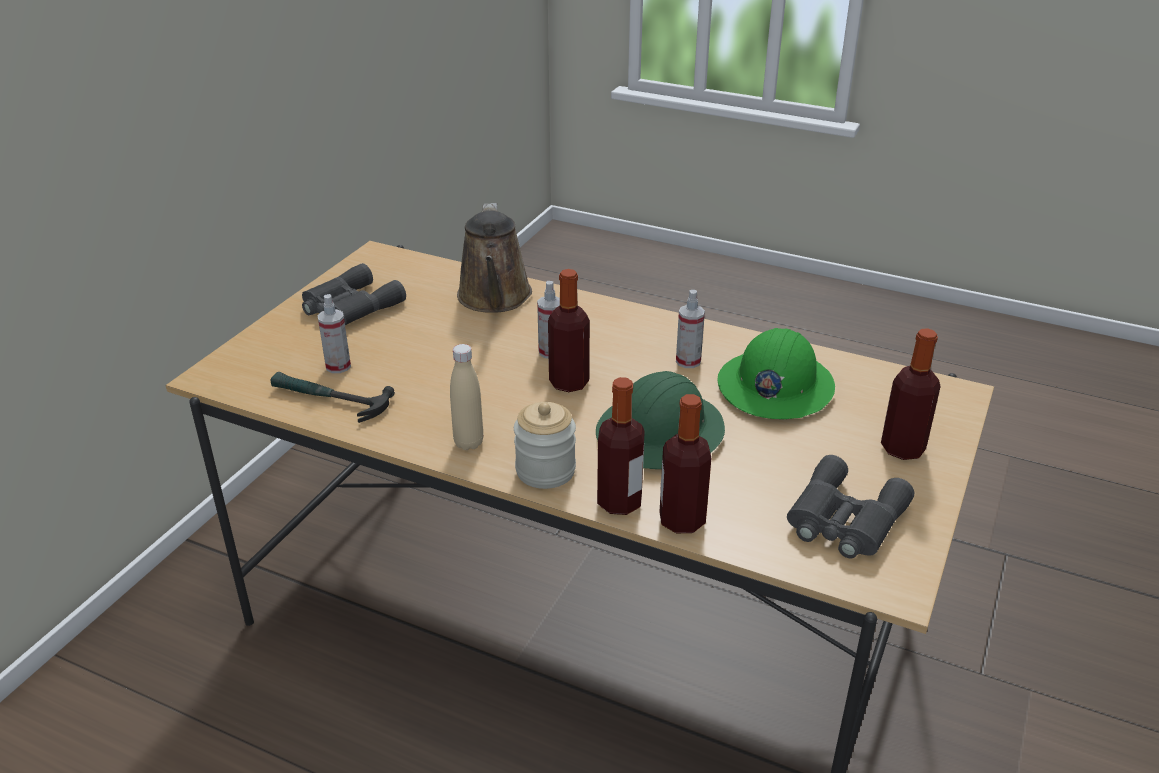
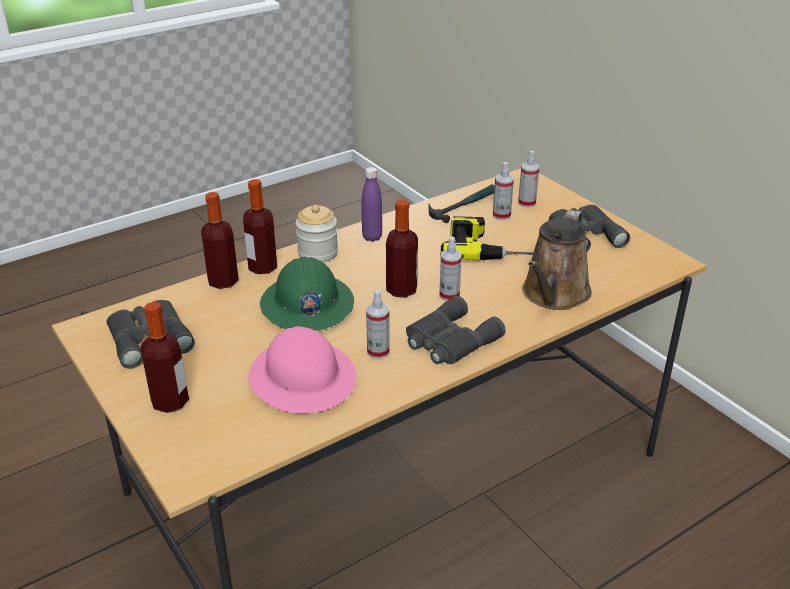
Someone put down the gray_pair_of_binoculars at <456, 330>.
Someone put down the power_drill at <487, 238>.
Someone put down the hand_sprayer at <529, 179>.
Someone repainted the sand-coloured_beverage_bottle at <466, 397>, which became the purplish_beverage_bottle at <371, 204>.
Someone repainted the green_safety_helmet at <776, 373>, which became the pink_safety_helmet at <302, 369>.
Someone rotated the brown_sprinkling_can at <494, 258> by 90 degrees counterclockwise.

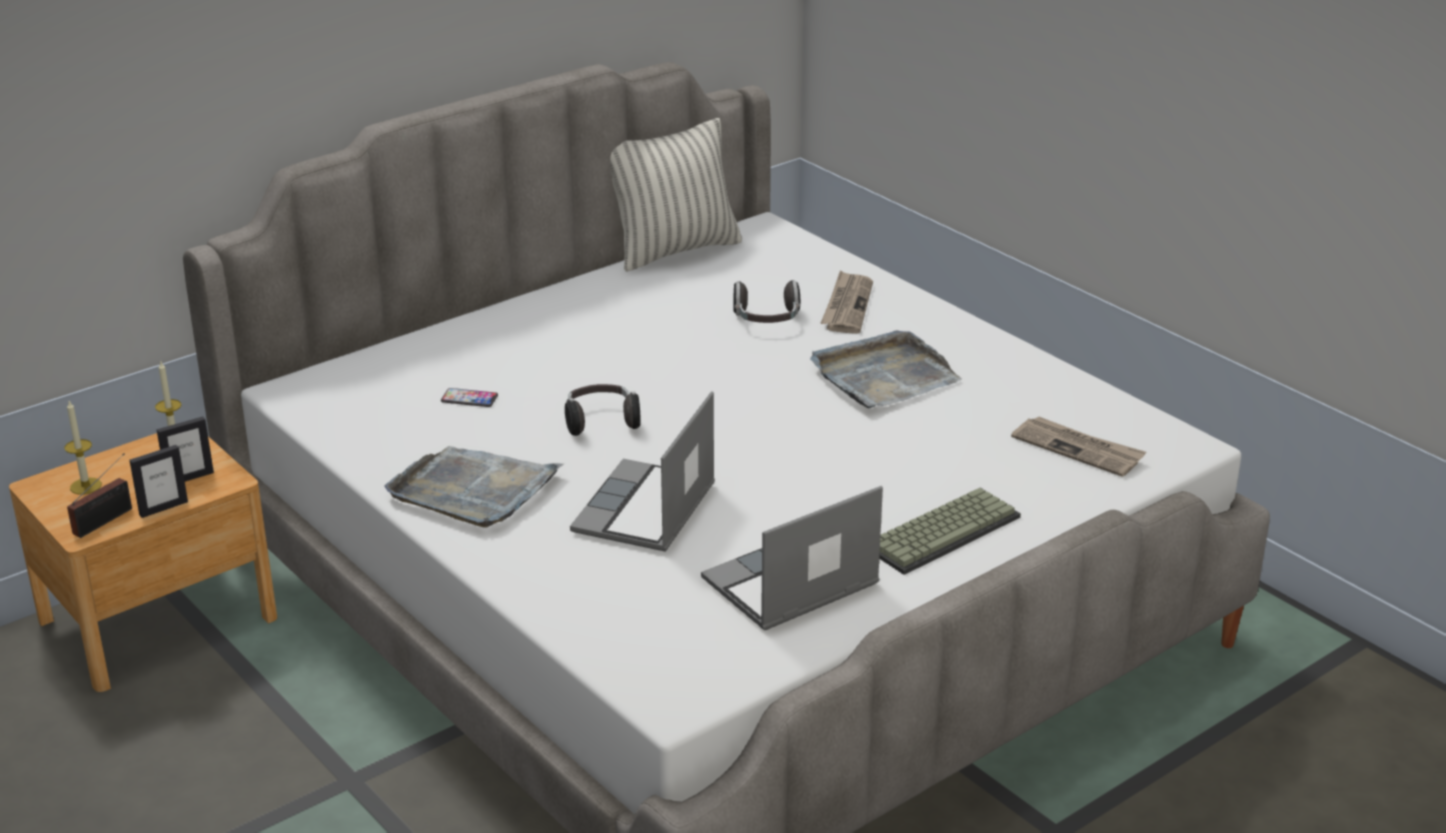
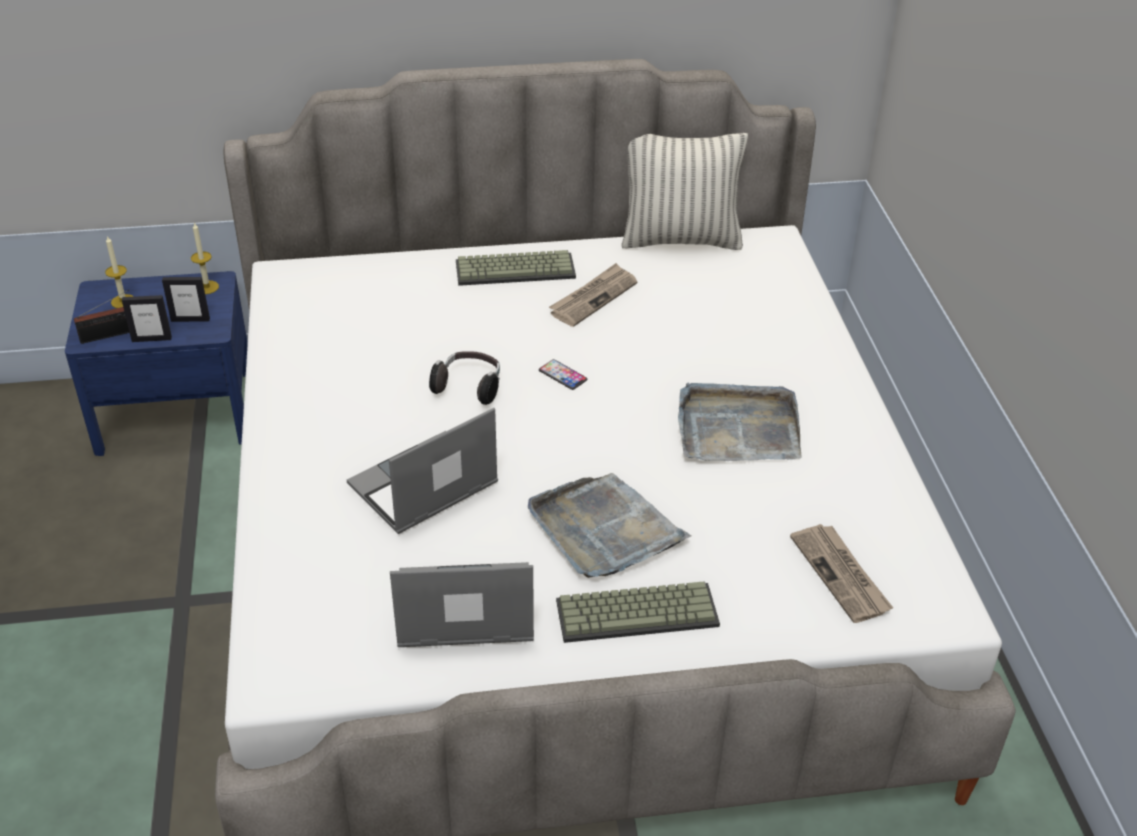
Someone took away the headset at <766, 301>.
Someone put down the computer_keyboard at <516, 268>.
Someone carried the gray_tray from <474, 487> to <609, 525>.
Someone carried the phone from <469, 397> to <563, 374>.
Someone carried the printed_paper from <847, 302> to <593, 295>.
Someone repainted the brown_night_table at <143, 562>, which became the blue_night_table at <156, 363>.

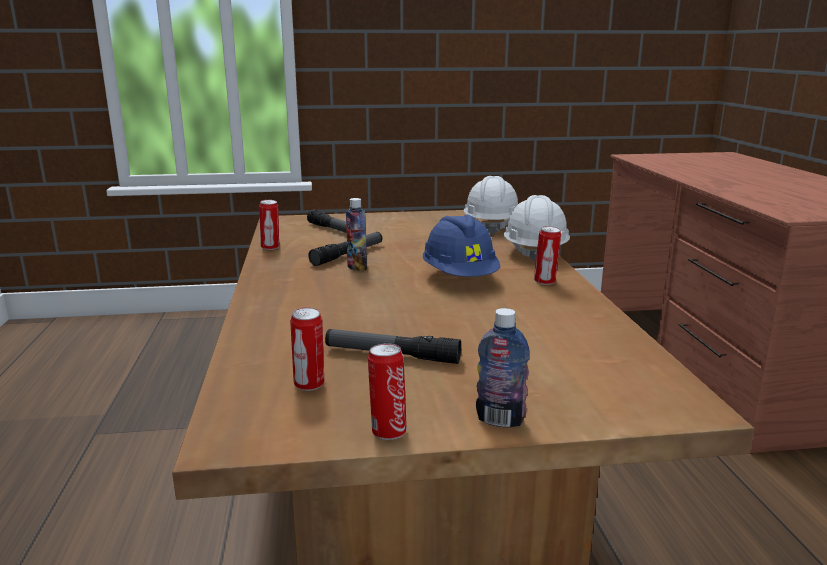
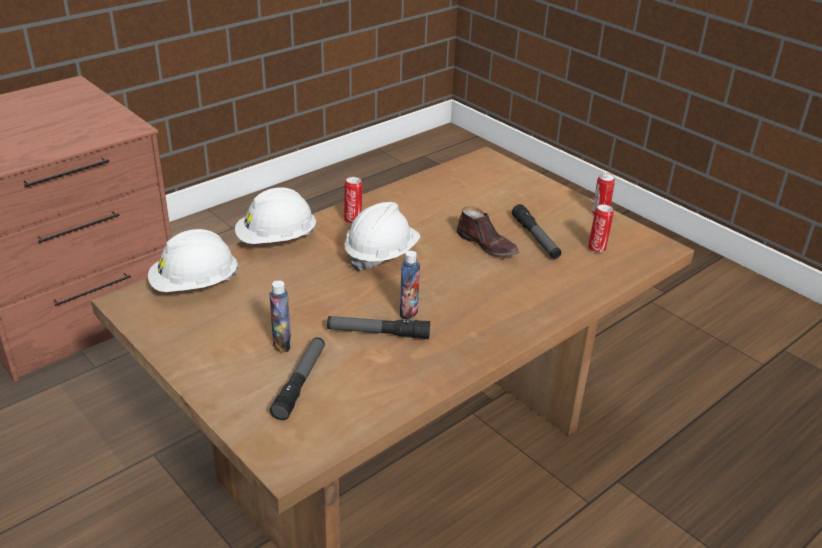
Someone took away the metal_can at <269, 225>.
Someone put down the brown_low_shoe at <487, 231>.
Someone carried the beverage_bottle from <503, 367> to <280, 316>.
Someone repainted the blue_safety_helmet at <461, 245>, which became the white_safety_helmet at <383, 236>.

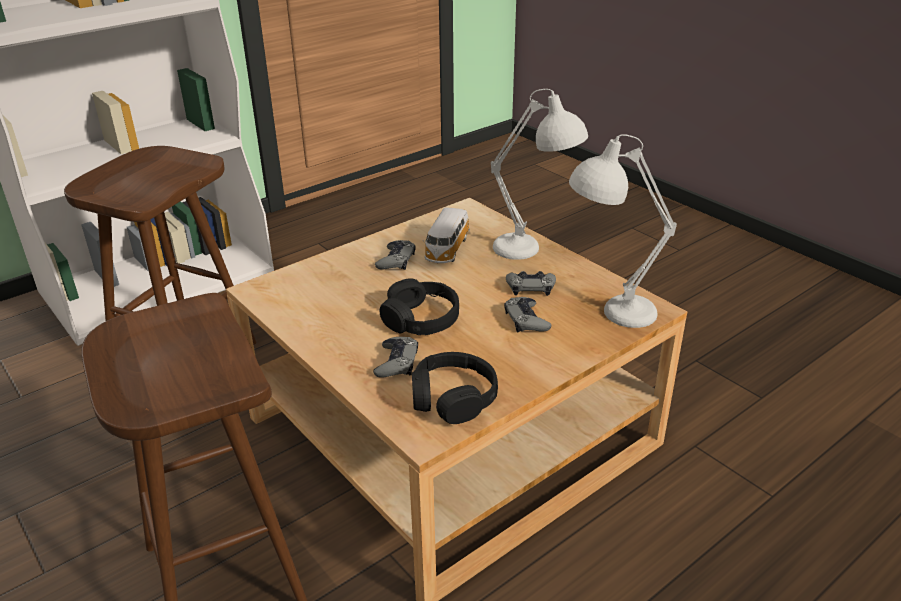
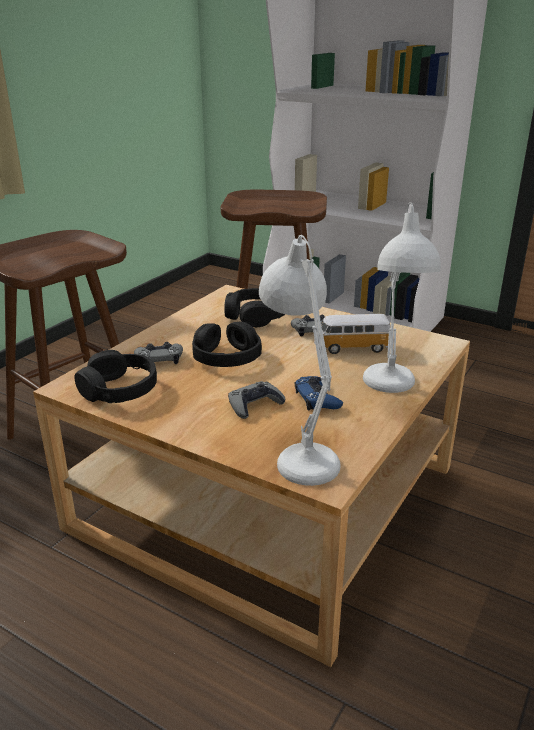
Someone put down the black-coloured_headset at <254, 307>.
Someone repainted the gray_gamepad at <531, 283>, which became the blue_gamepad at <319, 393>.

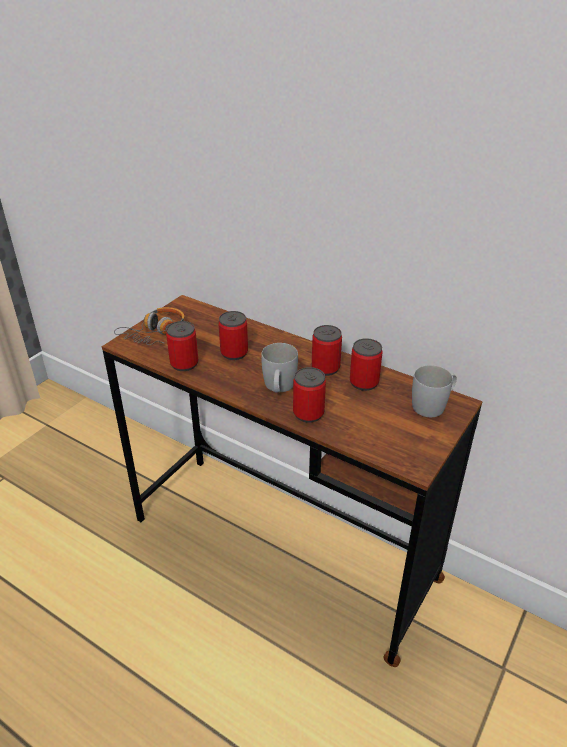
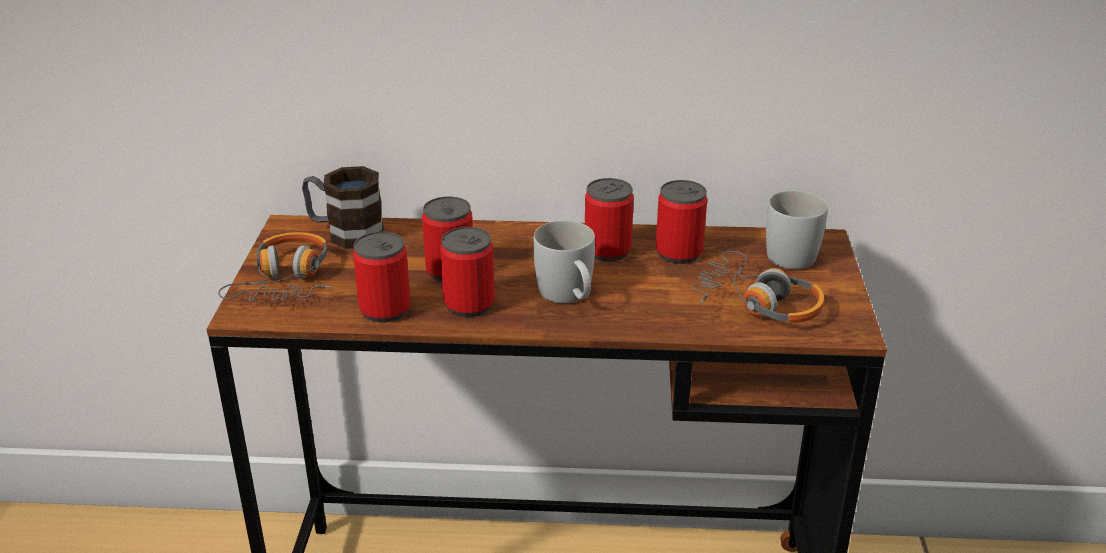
Someone put down the tea_mug at <343, 207>.
Someone put down the headset at <758, 287>.
Someone carried the metal_can from <309, 395> to <467, 272>.

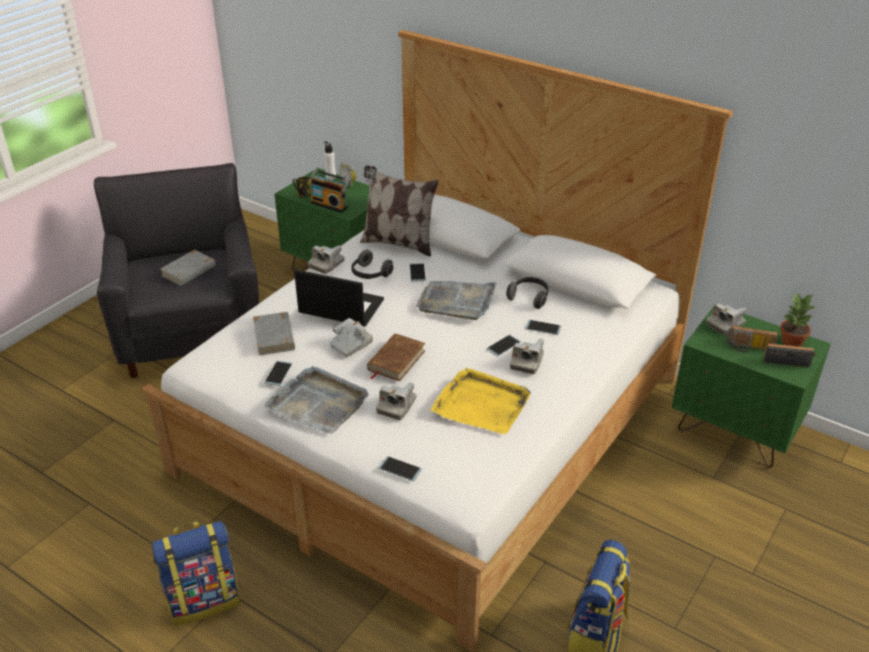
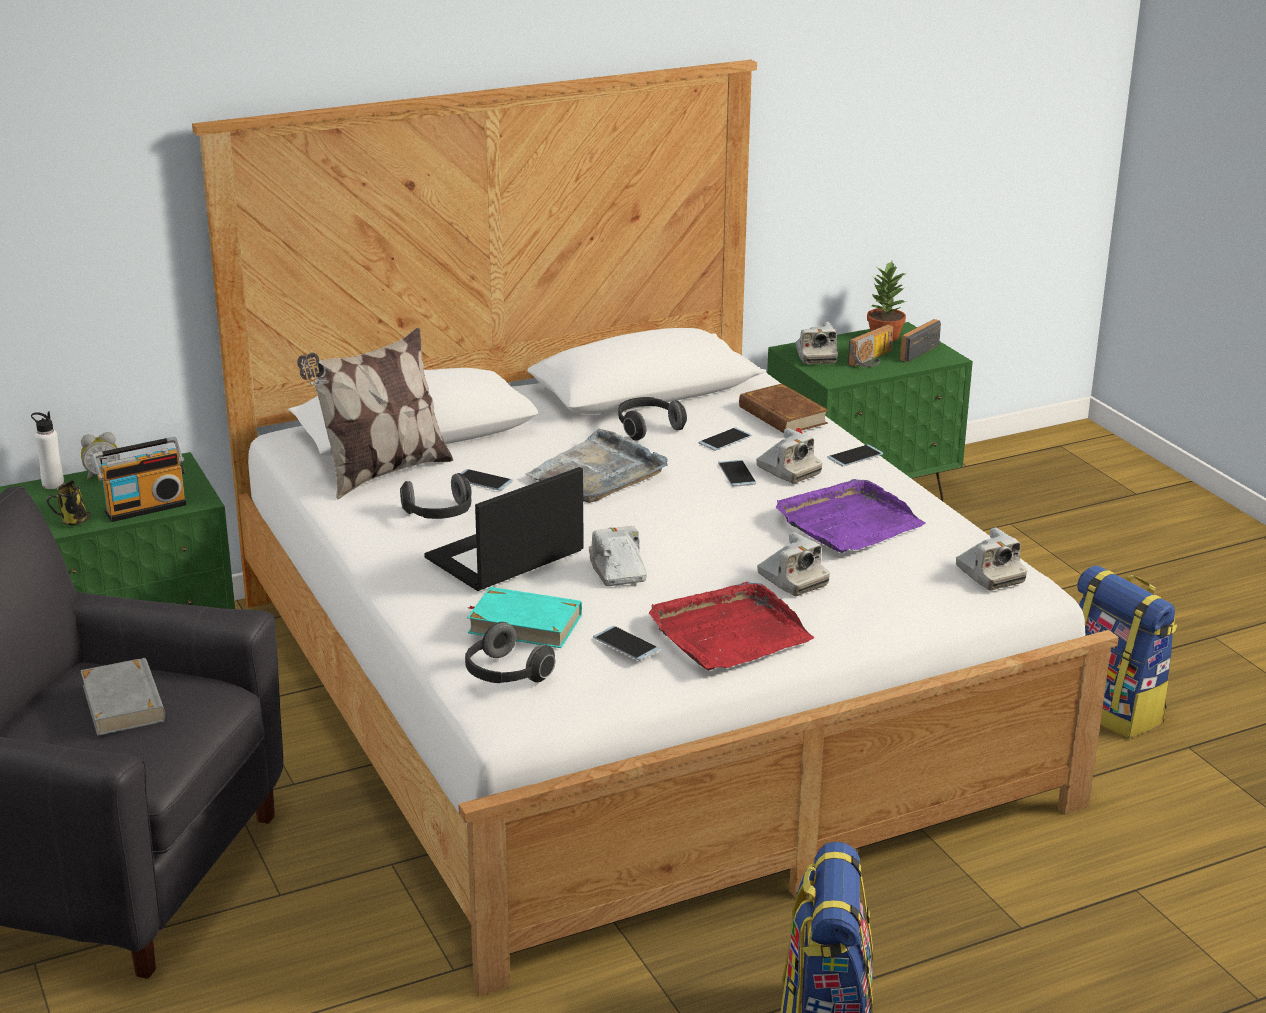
Someone put down the headset at <510, 652>.
Someone carried the still_camera from <326, 259> to <991, 559>.
Someone carried the brown_bound_book from <396, 357> to <784, 409>.
Someone carried the phone from <400, 468> to <855, 456>.
Someone repainted the gray_bound_book at <274, 334>, which became the blue-green_bound_book at <524, 617>.
Someone repainted the gray_tray at <316, 400>, which became the red_tray at <731, 626>.
Someone repainted the yellowish_tray at <481, 401>, which became the purplish_tray at <851, 516>.

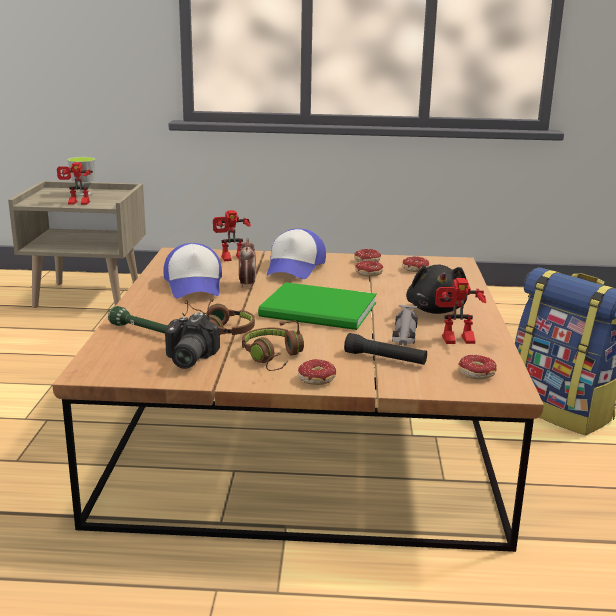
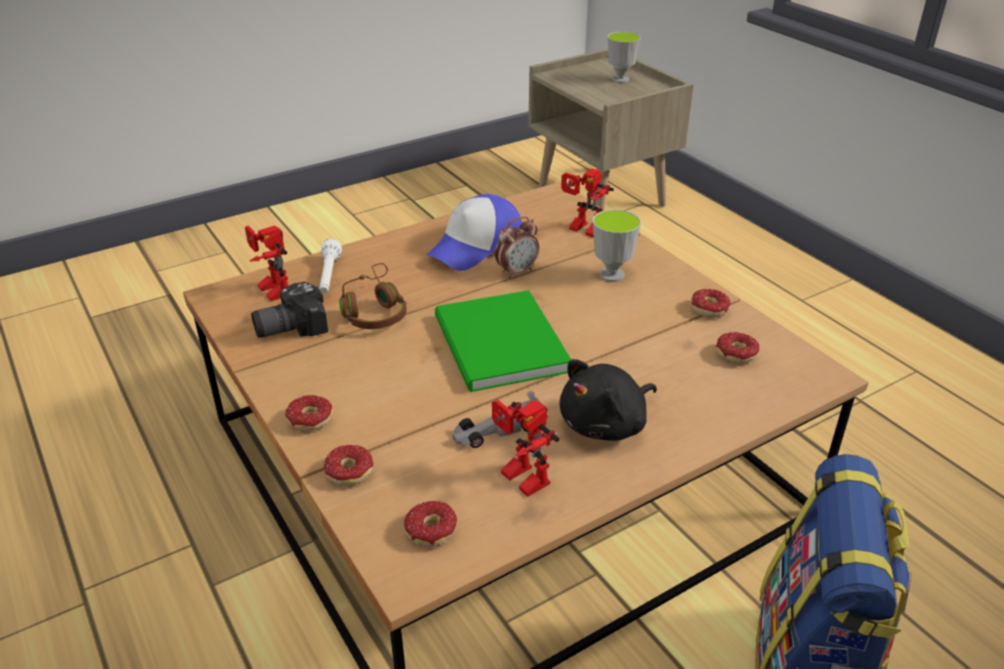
Someone took away the brown_headset at <273, 346>.
Someone took away the black-coloured_hand_torch at <385, 349>.
Someone carried the model_robot from <75, 183> to <266, 263>.
Someone carried the donut from <369, 269> to <348, 465>.
Someone swapped the baseball_cap at <296, 253> for the drinking_cup at <617, 245>.
Someone repainted the green_hand_torch at <137, 320>, which became the white_hand_torch at <330, 266>.

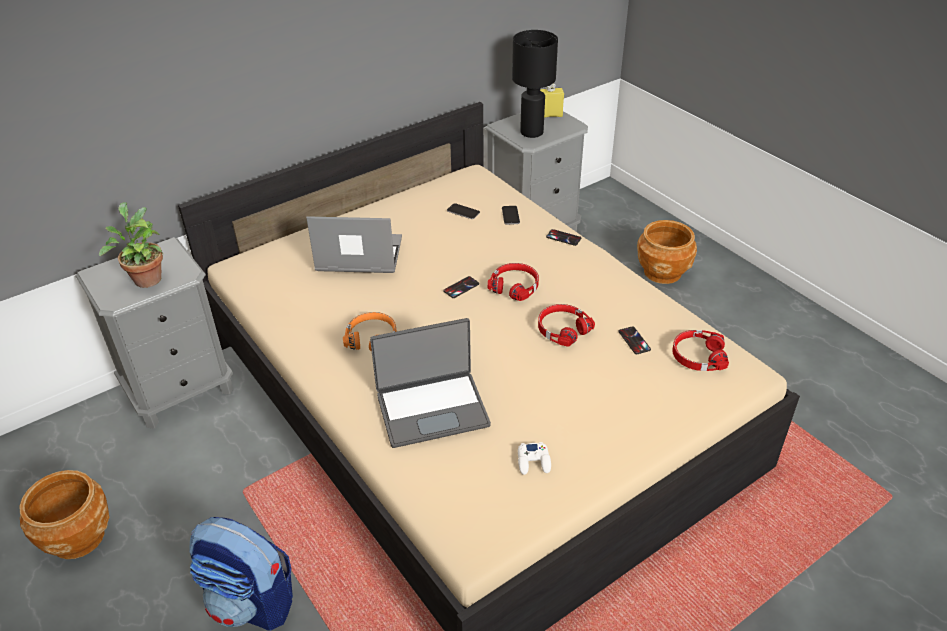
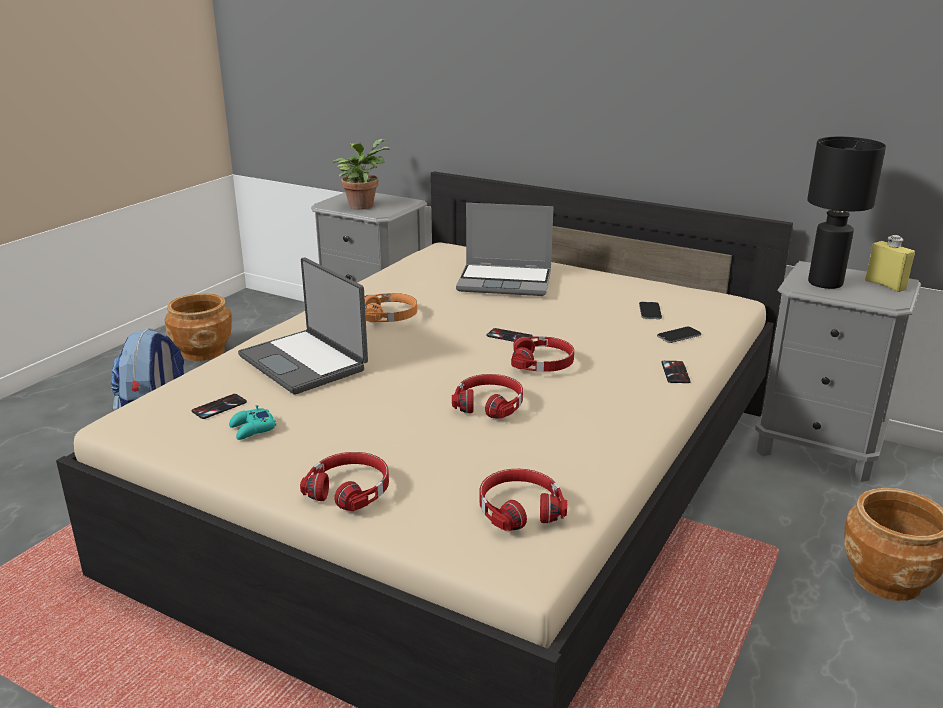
Someone put down the red_headset at <344, 482>.
Someone carried the phone from <634, 340> to <219, 406>.
Someone repainted the white_gamepad at <534, 458>, which became the blue-green_gamepad at <252, 422>.
Someone rotated the portable_computer at <354, 244> by 120 degrees clockwise.

